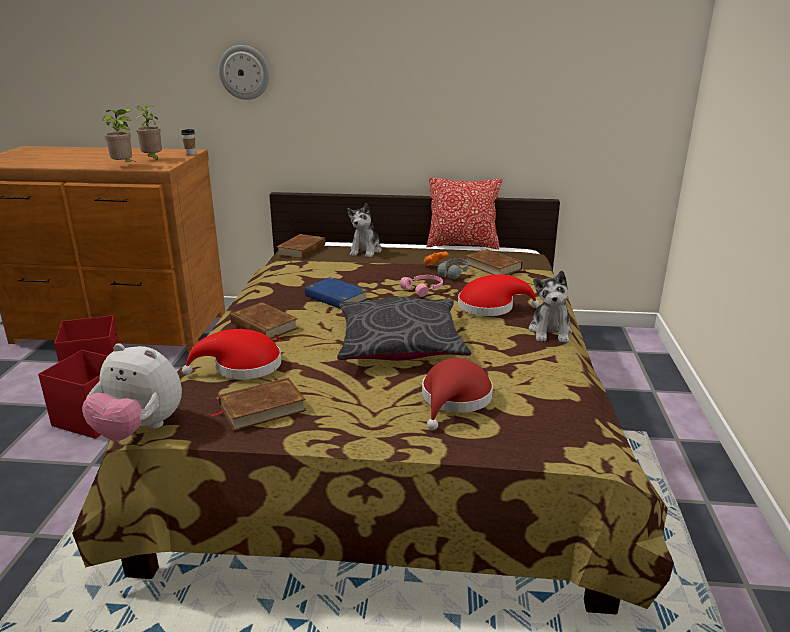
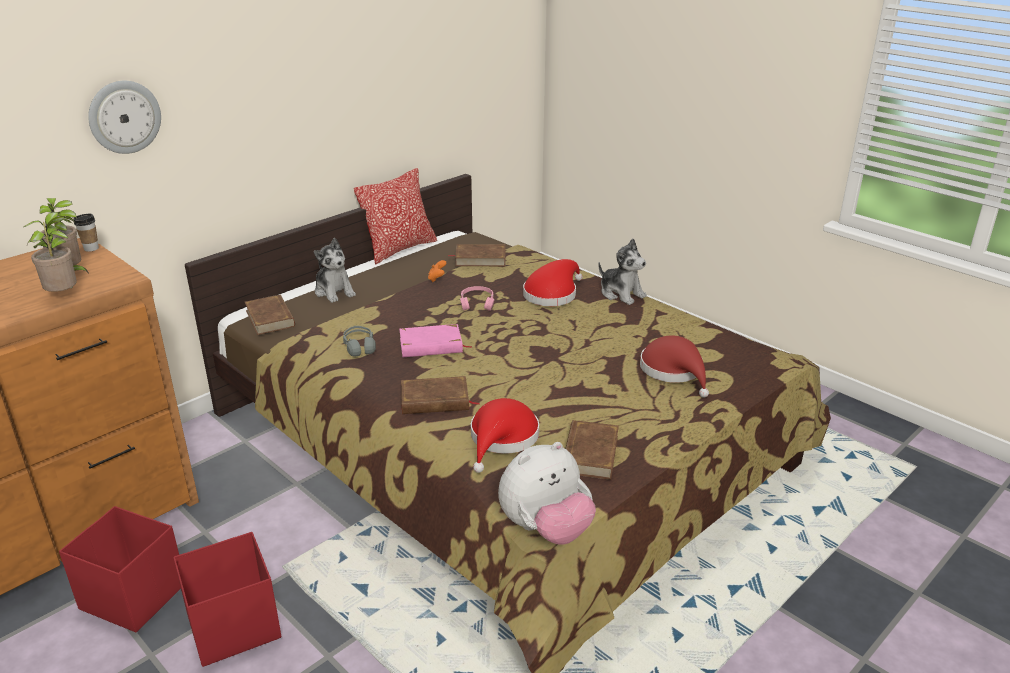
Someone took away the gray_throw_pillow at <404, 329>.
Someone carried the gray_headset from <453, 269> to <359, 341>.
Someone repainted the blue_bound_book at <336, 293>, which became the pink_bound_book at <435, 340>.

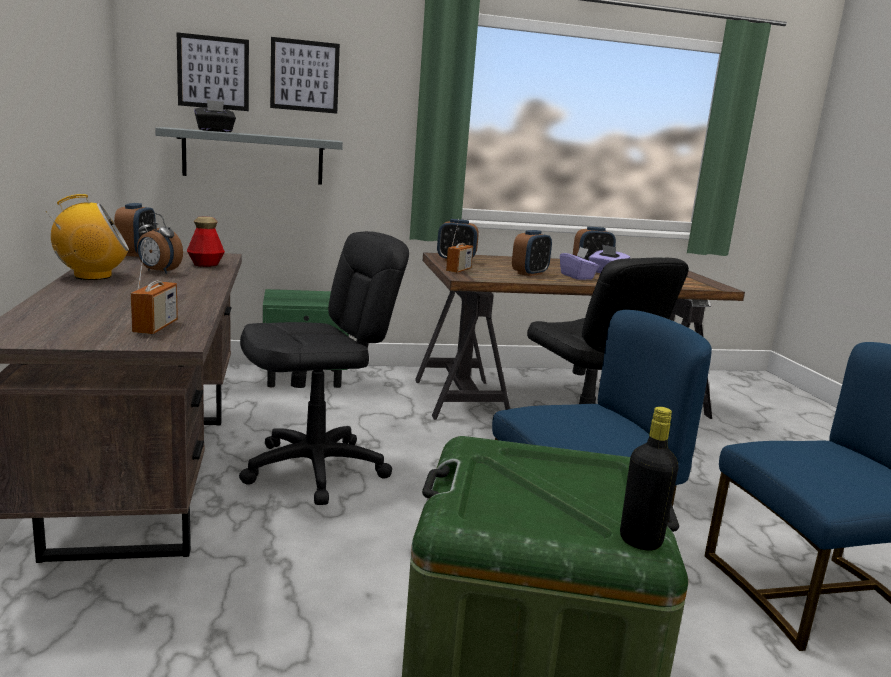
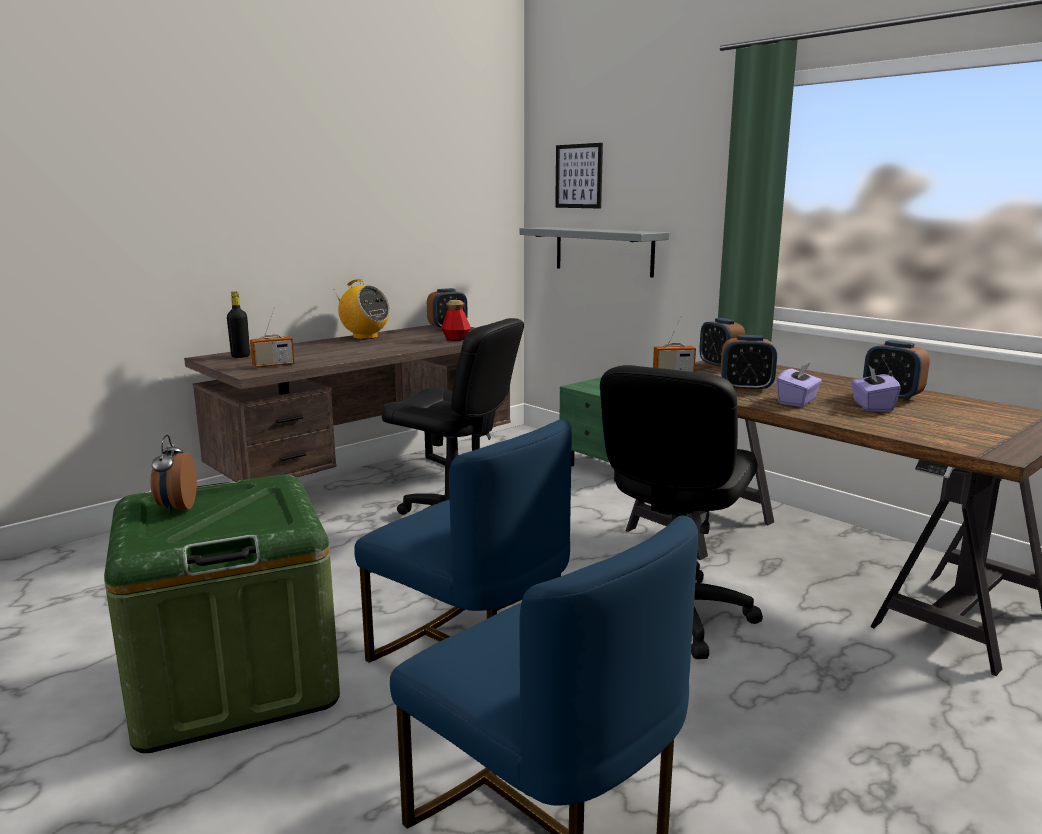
Someone took away the black-coloured_box_of_tissues at <215, 116>.
Someone took away the picture at <305, 75>.
Someone carried the alarm_clock from <160, 243> to <174, 474>.
Someone carried the black-coloured_beverage_bottle from <649, 479> to <238, 324>.

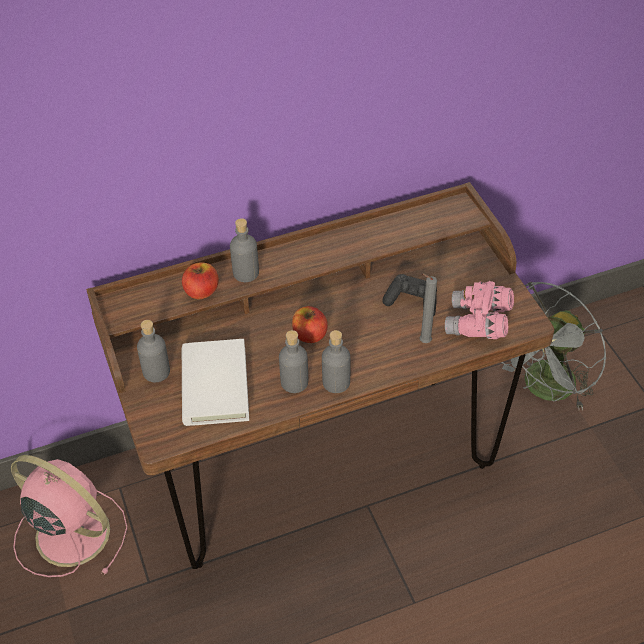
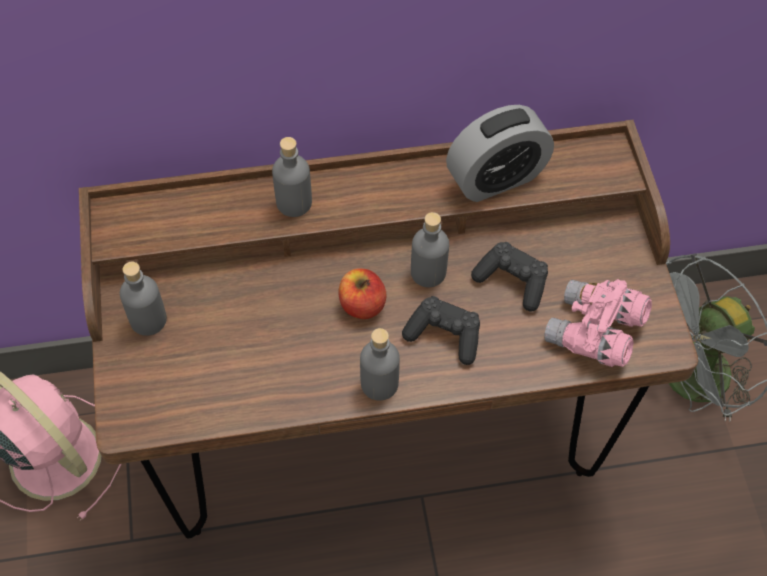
Someone took away the apple_fruit at <200, 280>.
Someone took away the white_bound_book at <215, 382>.
Someone took away the gray_wax_candle at <428, 308>.
Someone put down the black-coloured_gamepad at <441, 330>.
Someone put down the alarm_clock at <500, 153>.
Someone carried the gray_beverage_bottle from <293, 361> to <430, 249>.

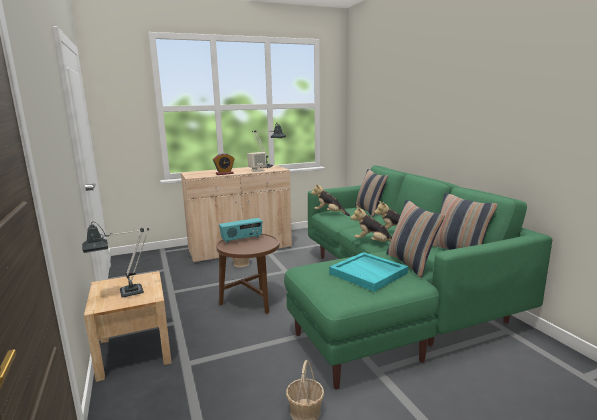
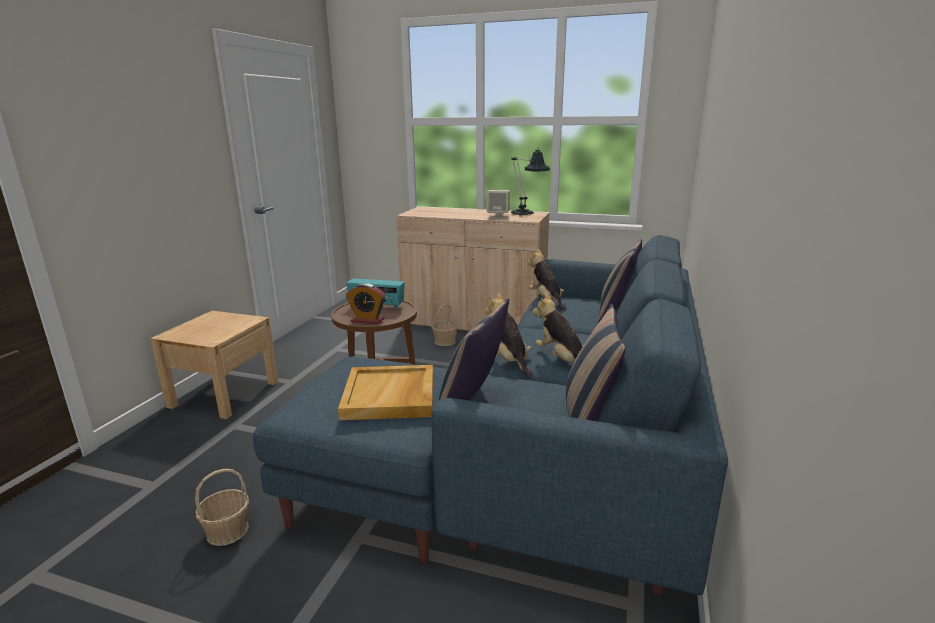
Someone took away the table_lamp at <115, 260>.
Someone carried the alarm_clock from <223, 164> to <365, 303>.
Someone repainted the green_settee at <418, 277>, which became the blue_settee at <490, 415>.
Someone repainted the blue-green_tray at <368, 272>, which became the sand-coloured_tray at <385, 392>.

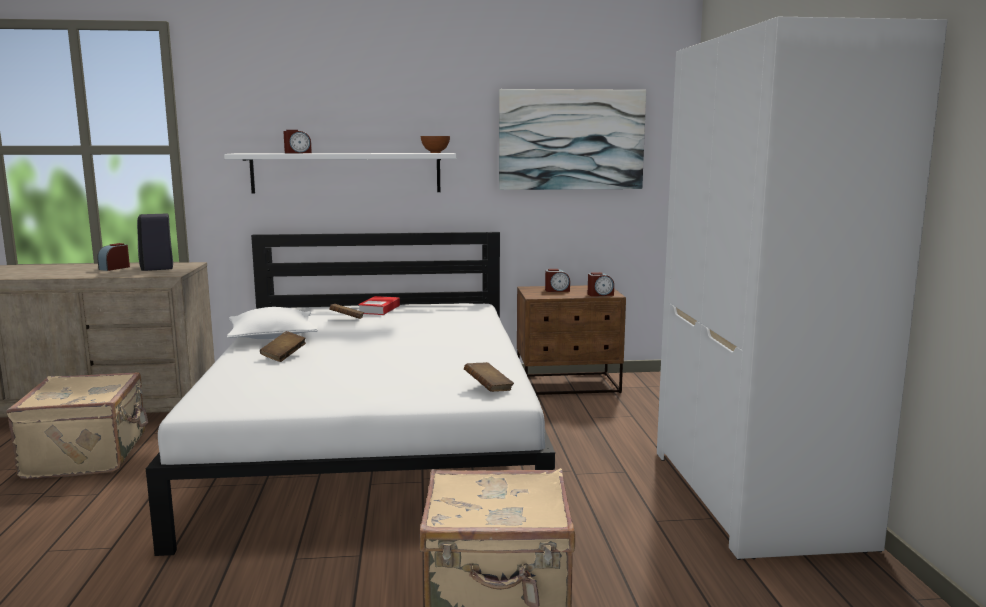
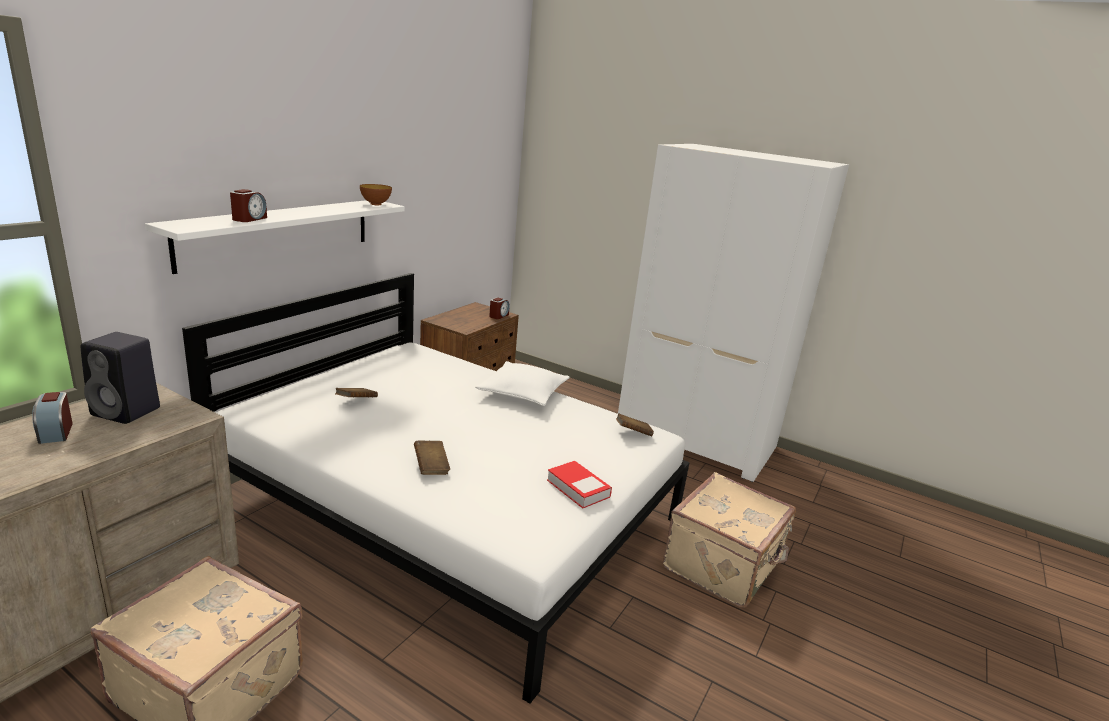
Someone took away the picture at <572, 139>.
Someone took away the alarm_clock at <557, 280>.
Someone carried the white_throw_pillow from <272, 323> to <522, 383>.
Someone carried the bound_book from <379, 305> to <579, 484>.

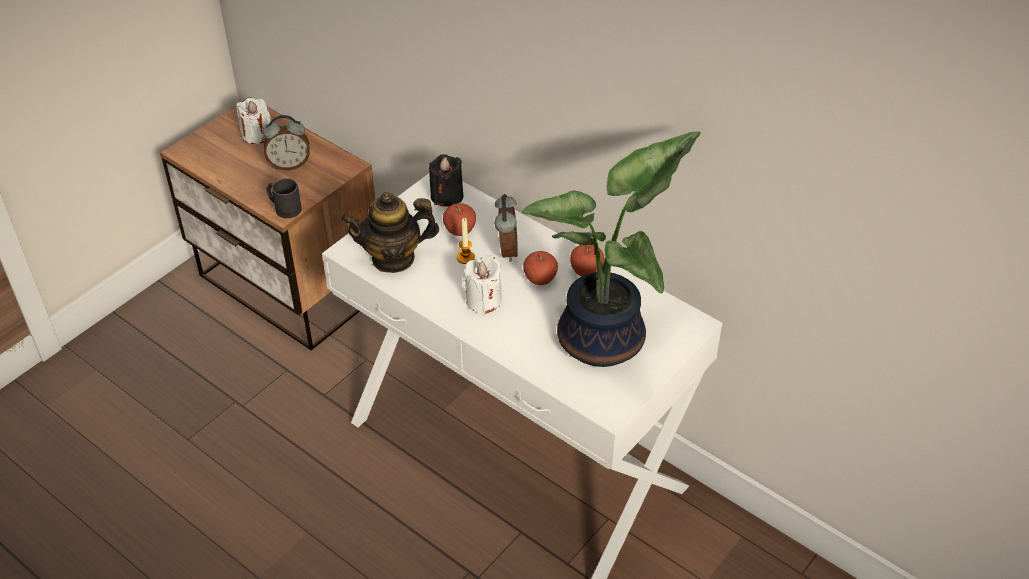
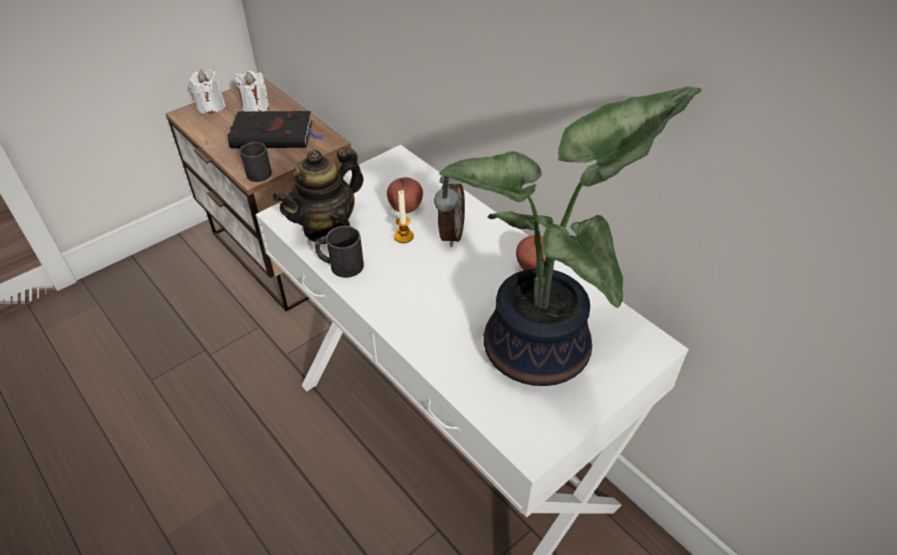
Someone took away the black-coloured_wax_candle at <446, 180>.
Someone took away the apple_fruit at <540, 268>.
Someone put down the black-coloured_tea_mug at <339, 252>.
Someone carried the white_wax_candle from <482, 284> to <207, 92>.
Someone swapped the alarm_clock at <286, 142> for the black-coloured_bound_book at <276, 129>.
Someone rotated the teapot at <390, 232> by 45 degrees counterclockwise.

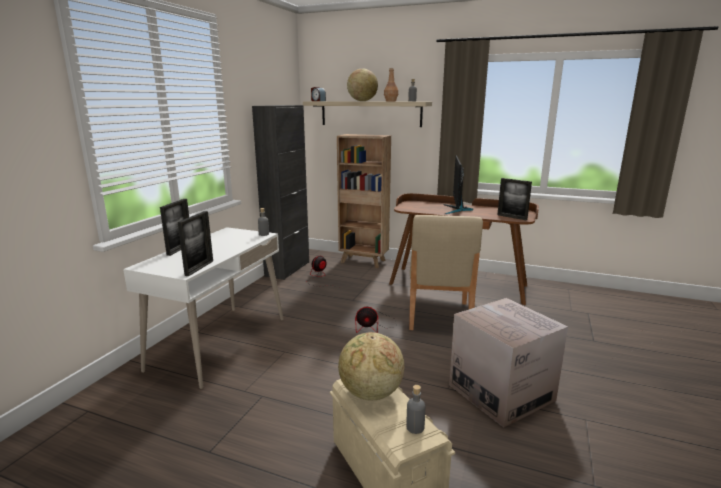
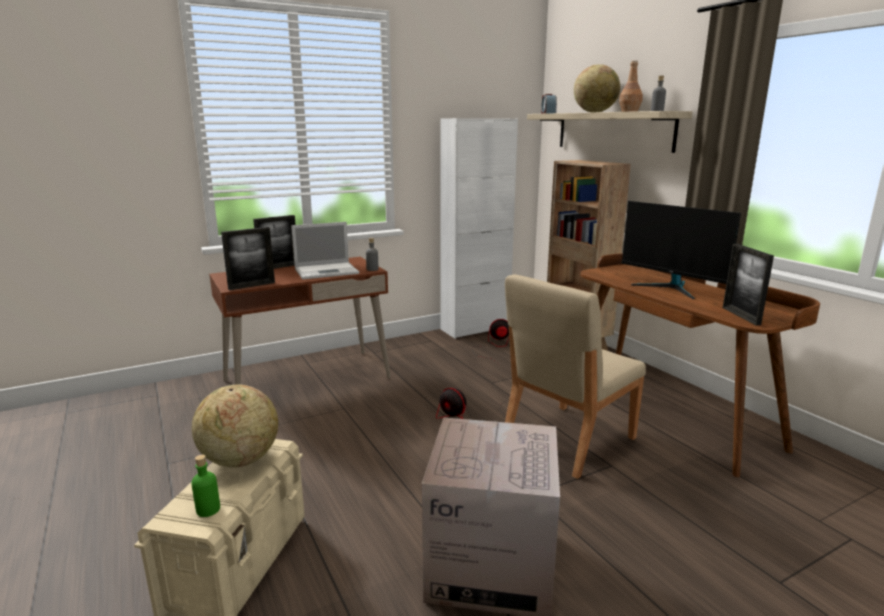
Someone put down the portable_computer at <325, 251>.
Someone repainted the white_desk_table at <203, 308>, which became the brown_desk_table at <300, 321>.
Someone repainted the black-coloured_storage_cabinet at <280, 192>, which became the white_storage_cabinet at <479, 228>.
Someone repainted the gray_beverage_bottle at <415, 409>, which became the green_beverage_bottle at <205, 486>.
Someone rotated the monitor at <458, 185> by 90 degrees counterclockwise.

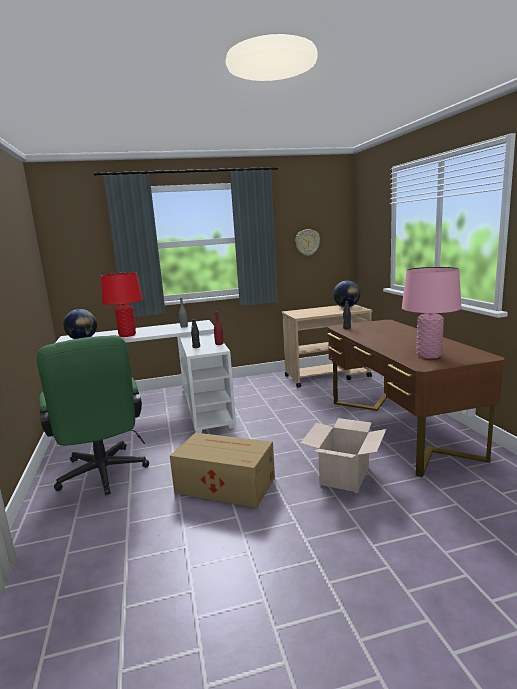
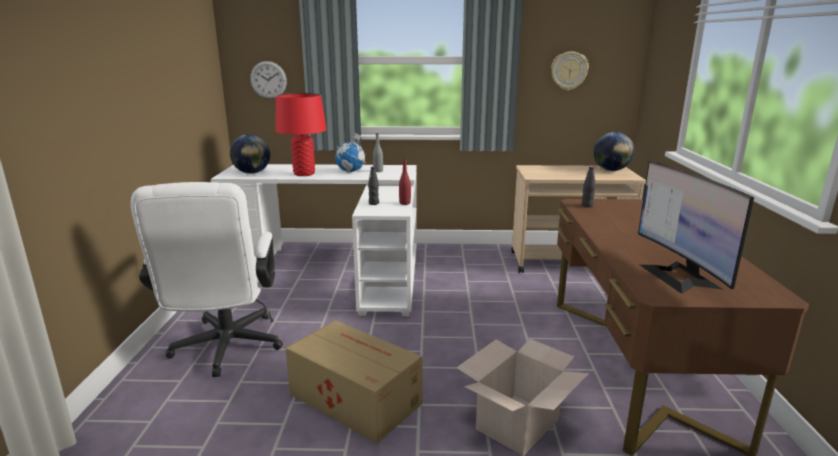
Someone put up the clock_on_the_wall at <268, 80>.
Someone put down the globe at <350, 153>.
Someone swapped the pink_table_lamp at <431, 313> for the monitor at <696, 227>.
Someone repainted the green_office_chair at <93, 415>, which became the white_office_chair at <207, 279>.

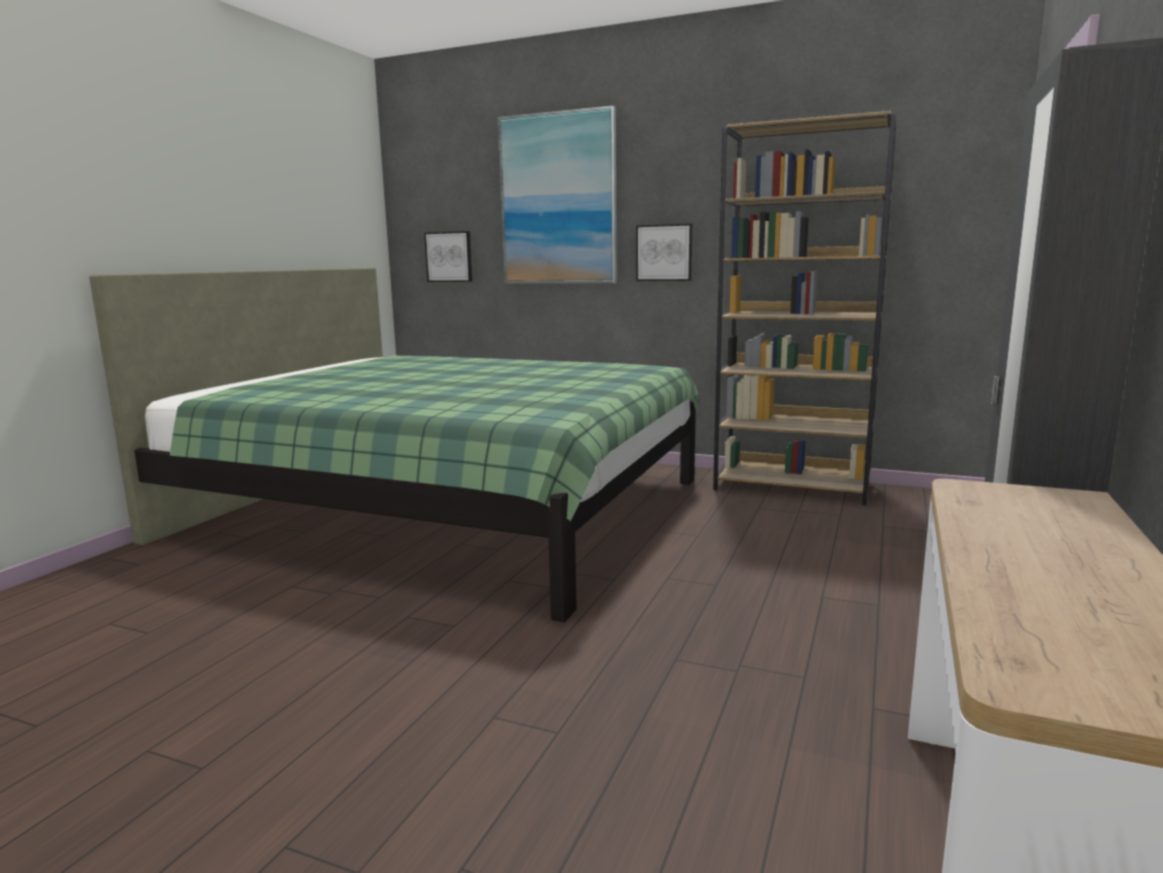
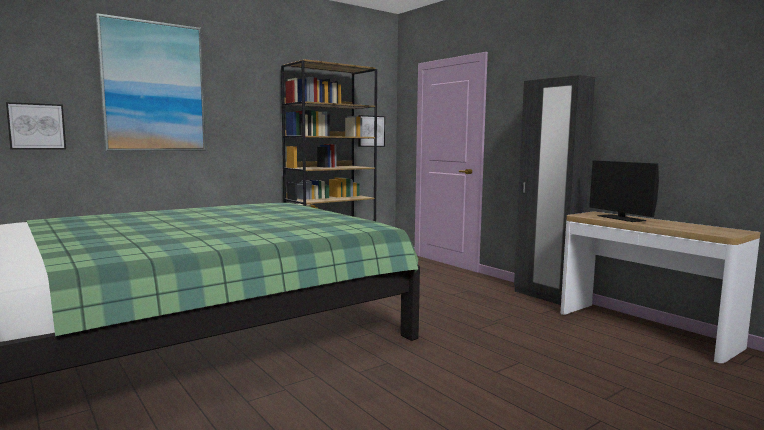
Someone put down the monitor at <624, 191>.
Someone carried the picture from <664, 252> to <371, 131>.

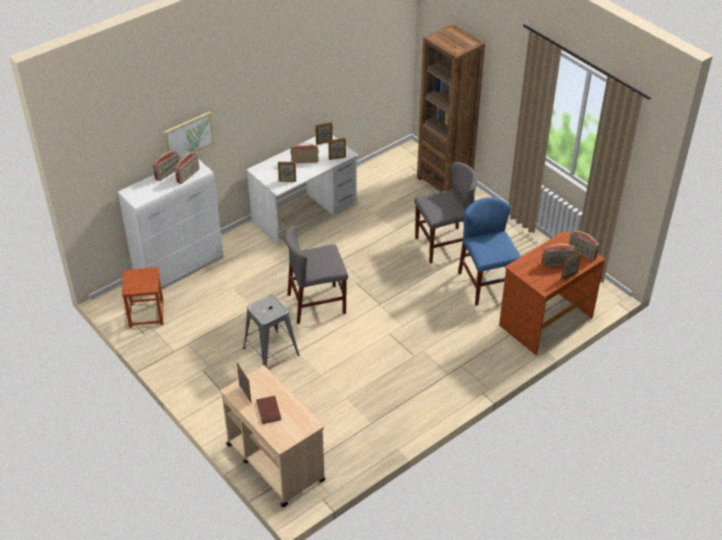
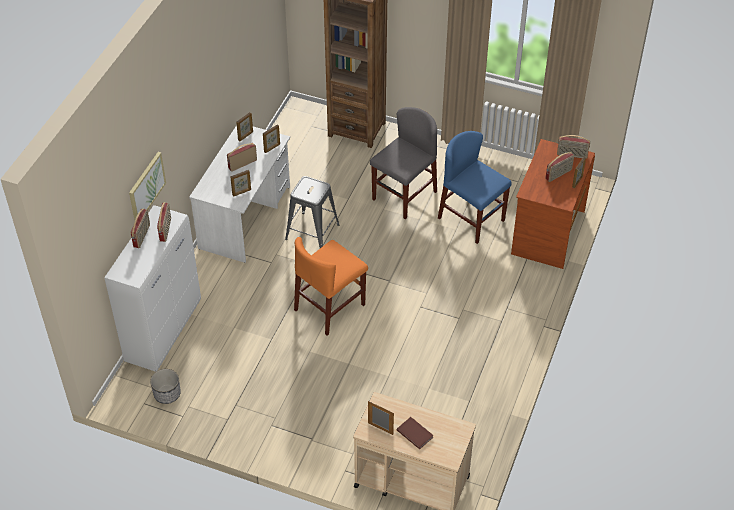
Someone carried the gray_sitting_stool from <271, 331> to <312, 212>.
Someone swapped the brown_sitting_stool at <143, 297> for the planter at <165, 386>.
Someone repainted the gray_chair at <316, 274>, which became the orange_chair at <331, 286>.

